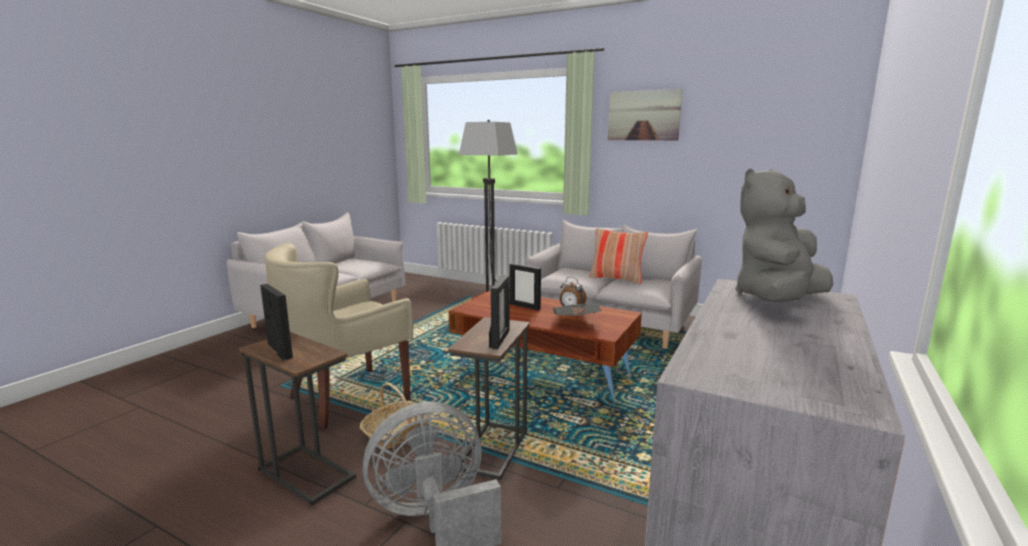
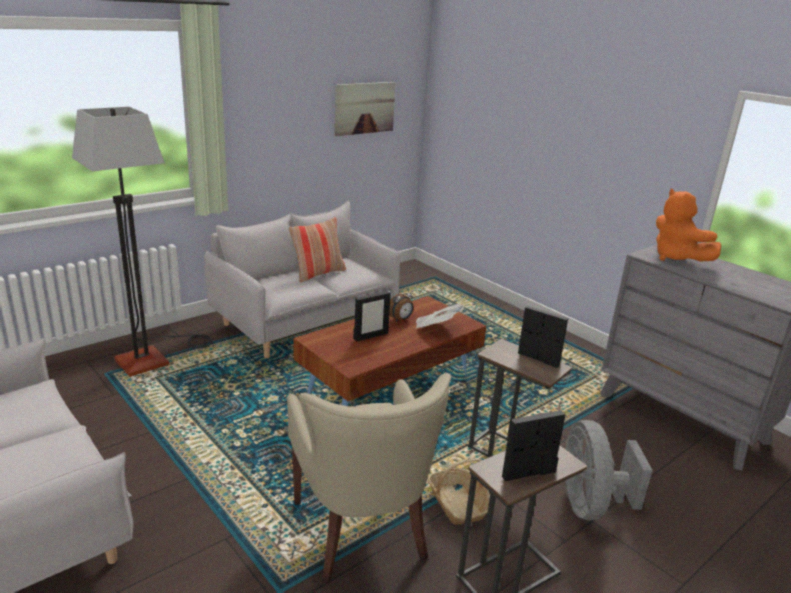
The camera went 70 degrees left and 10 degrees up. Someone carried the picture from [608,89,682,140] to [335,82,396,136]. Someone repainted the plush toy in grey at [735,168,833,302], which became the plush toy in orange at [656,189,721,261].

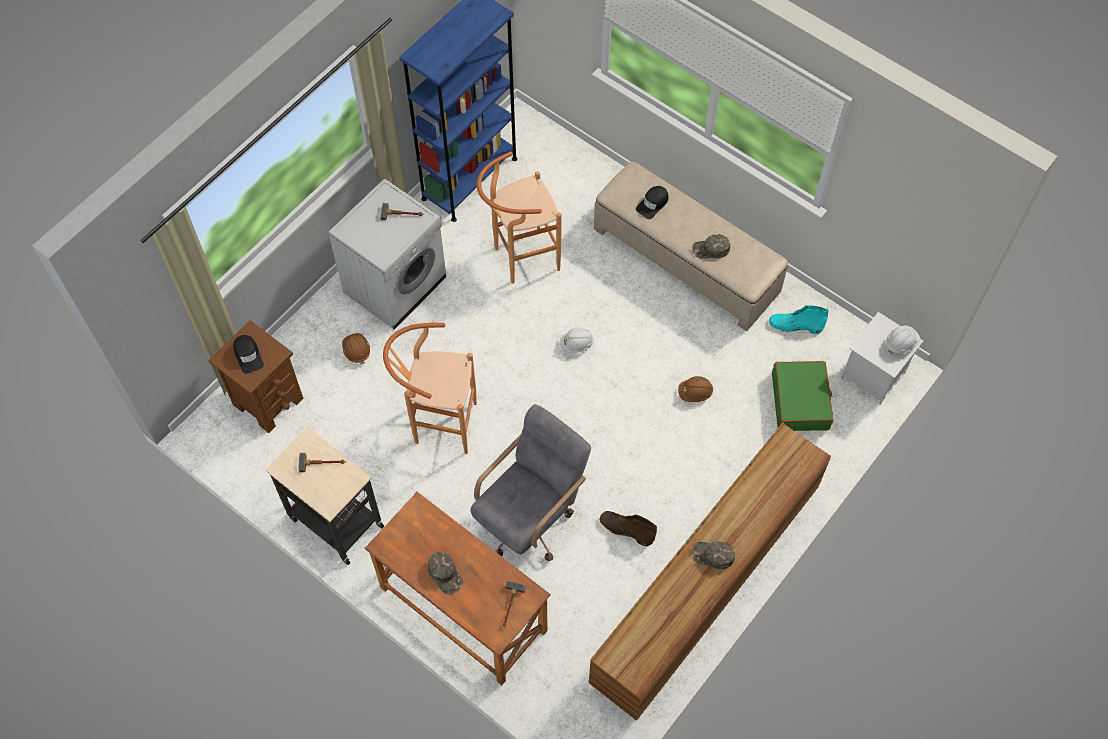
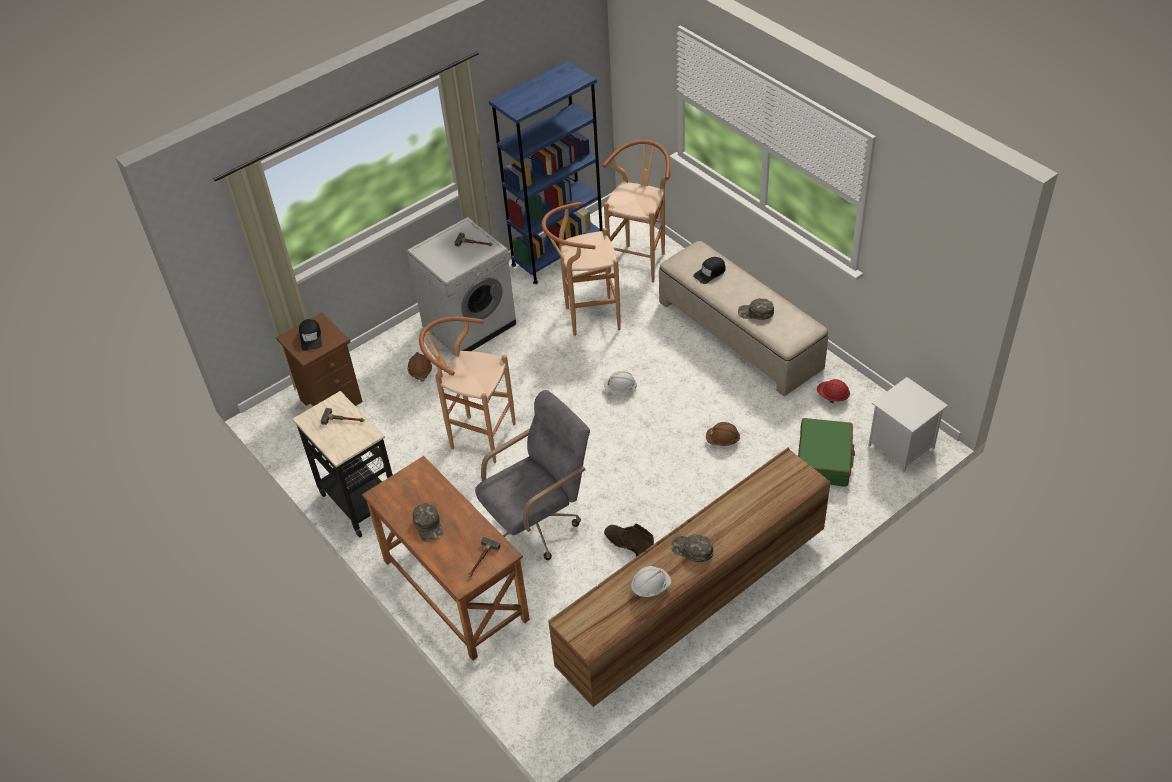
The camera went 15 degrees right and 15 degrees down. Someone put down the stool in brown at [602,140,670,282]. Someone carried the hard hat in white from [886,325,920,354] to [631,566,671,597]. Someone swapped the boot in turquoise at [769,305,829,334] for the hard hat in red at [817,379,850,403].

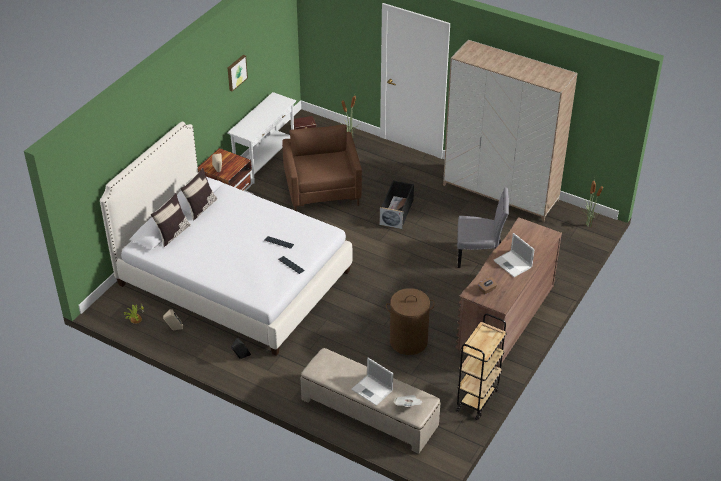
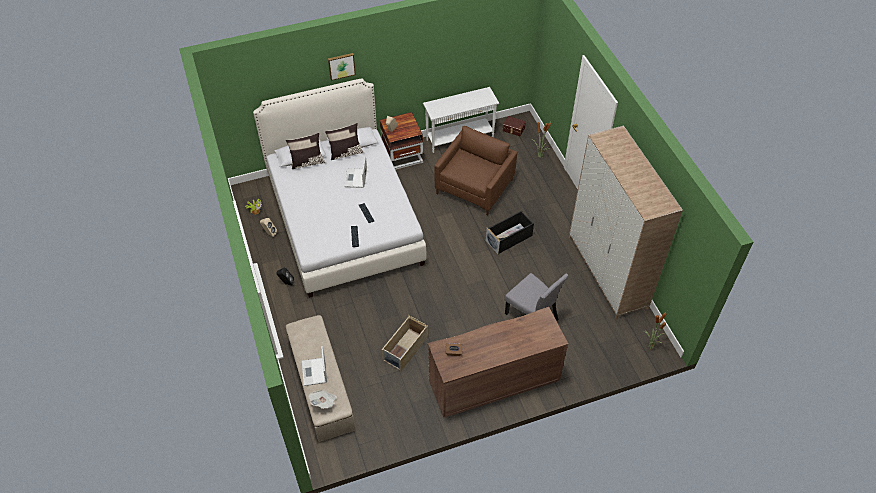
The camera went 40 degrees right and 10 degrees up. Someone carried the picture from [228,55,248,91] to [328,53,356,81]. Someone carried the laptop from [493,233,535,277] to [344,156,367,188]. Someone swapped the laundry basket in brown at [386,288,435,355] for the storage box in beige at [382,315,429,371]. Someone took away the cart in brown at [456,314,506,420].

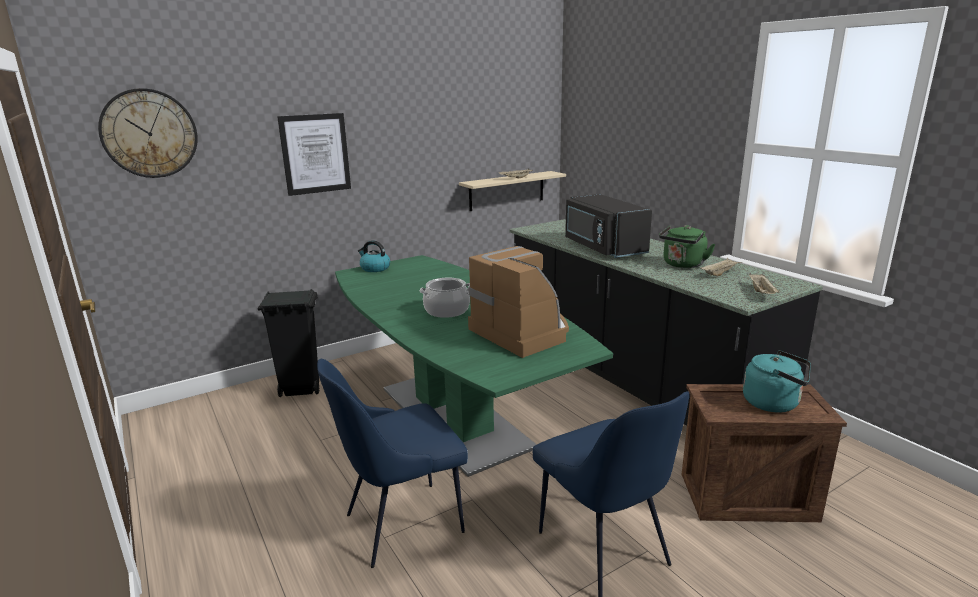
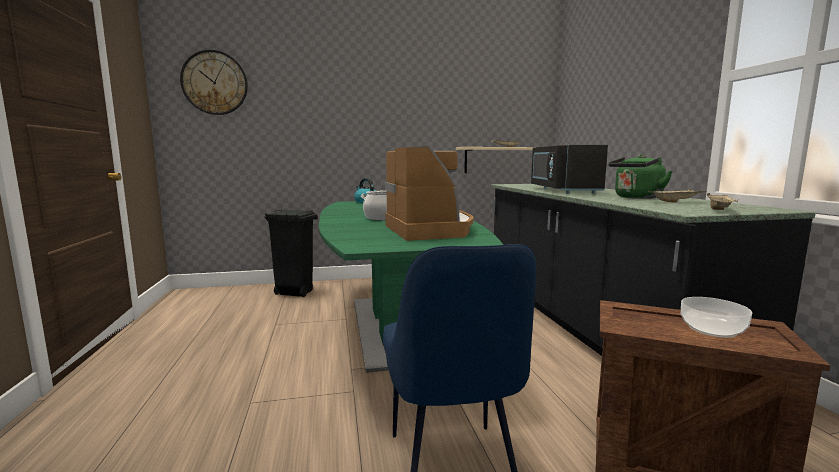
The camera went 20 degrees right and 10 degrees down. Someone swapped the kettle in turquoise at [743,350,811,413] for the bowl at [681,297,752,338]. Someone took away the picture at [277,113,351,196]. Someone took away the chair in blue at [317,359,468,568].

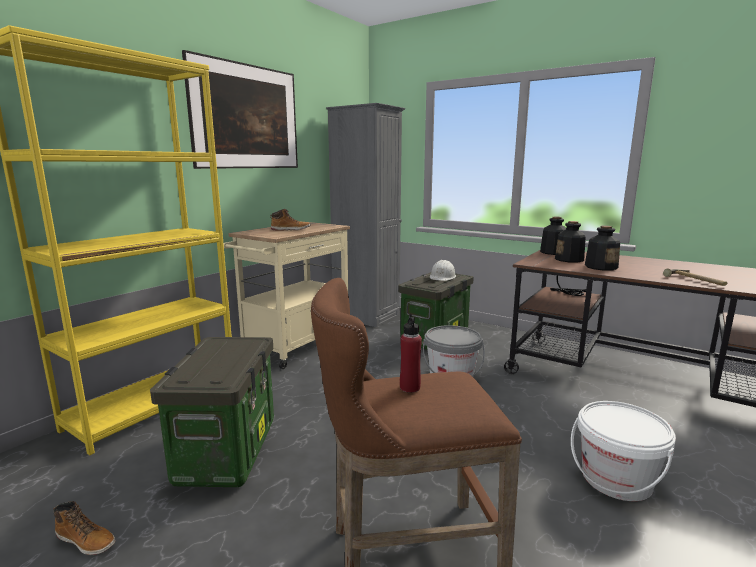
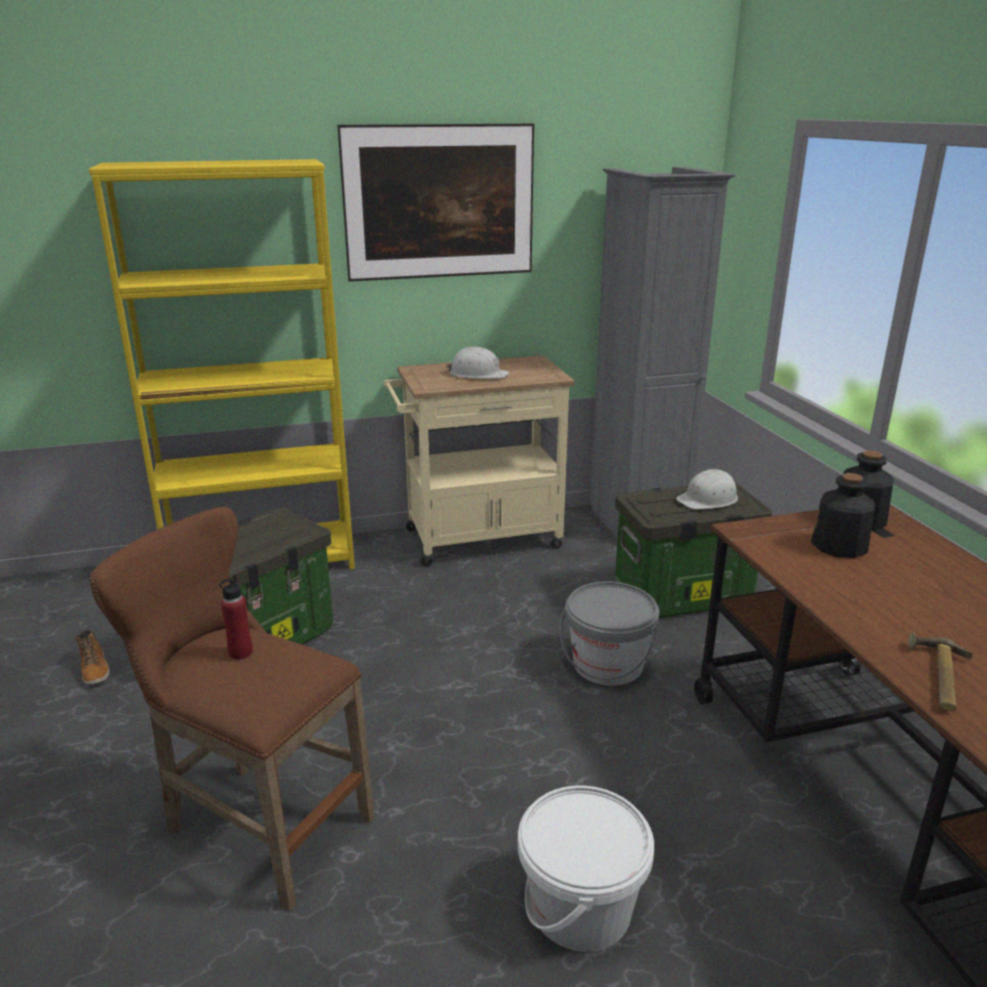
The camera went 40 degrees right and 10 degrees up. Someone swapped the boot at [270,209,311,231] for the hard hat in white at [446,347,509,379]. Someone took away the bottle at [585,226,620,271].

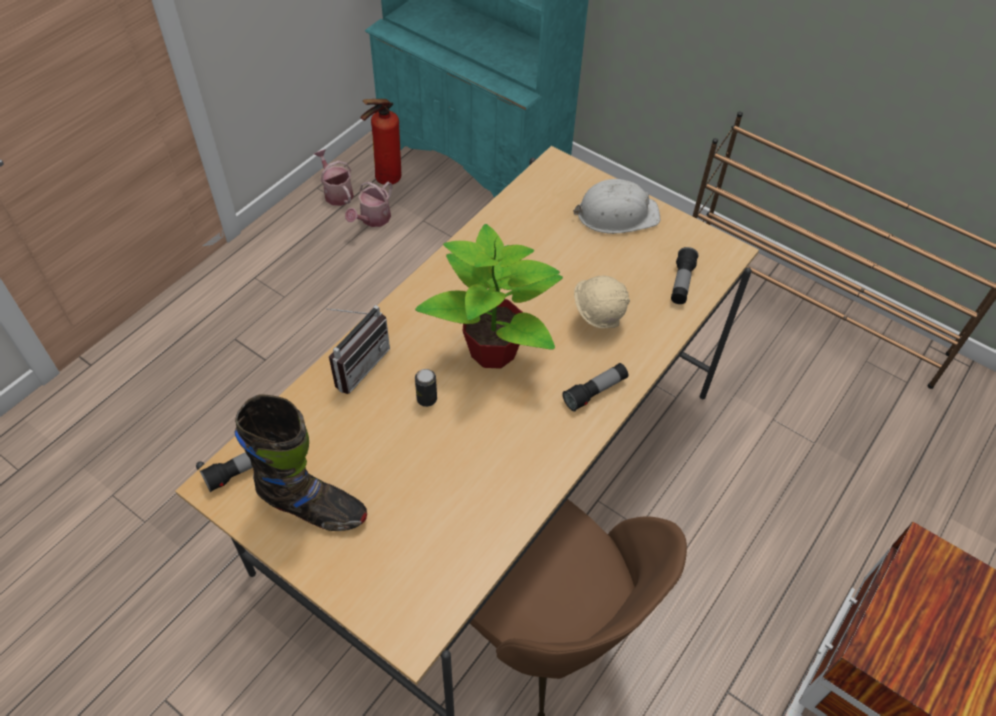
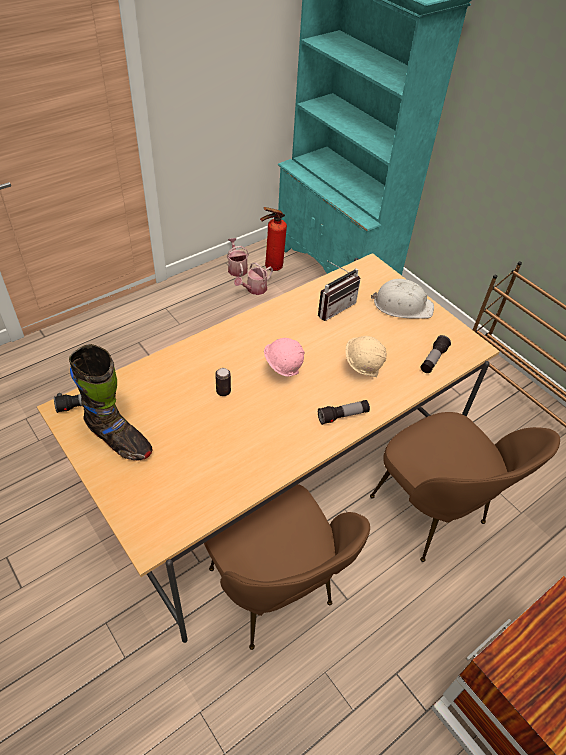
The camera went 15 degrees right and 5 degrees down. Someone swapped the potted plant at [415,224,563,369] for the hard hat in pink at [264,338,305,377]. Someone carried the radio from [326,305,390,394] to [318,261,360,321]. Someone put down the chair in brown at [370,412,560,562].

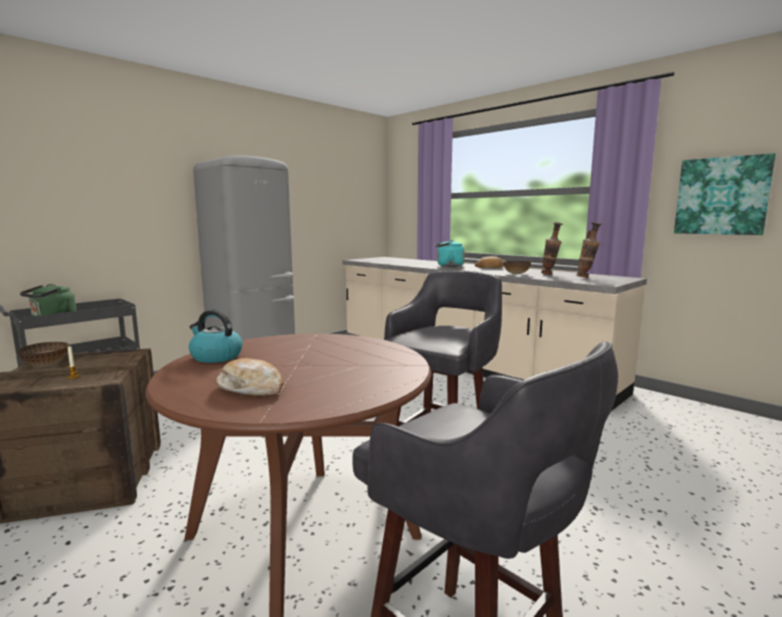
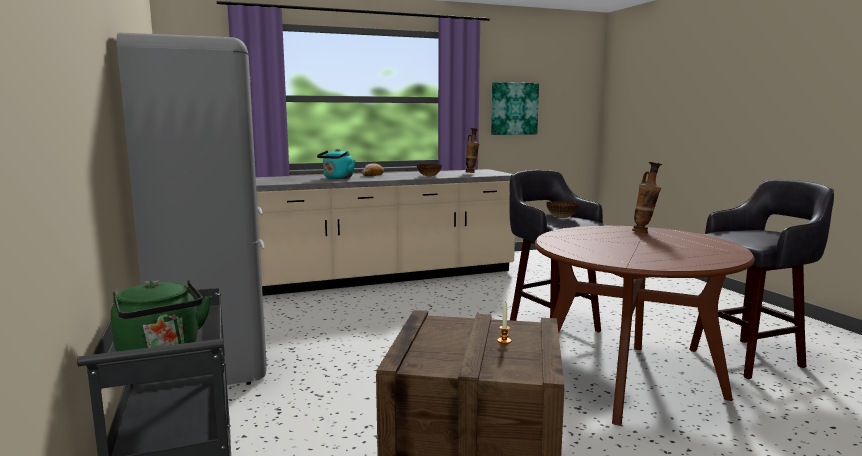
The camera went 65 degrees left and 0 degrees up. Someone carried the bowl from [17,342,69,367] to [546,201,580,218]. Someone carried the vase from [541,222,563,275] to [632,162,662,233]. Someone took away the kettle at [189,310,243,363]. Someone took away the bread at [216,358,284,396].

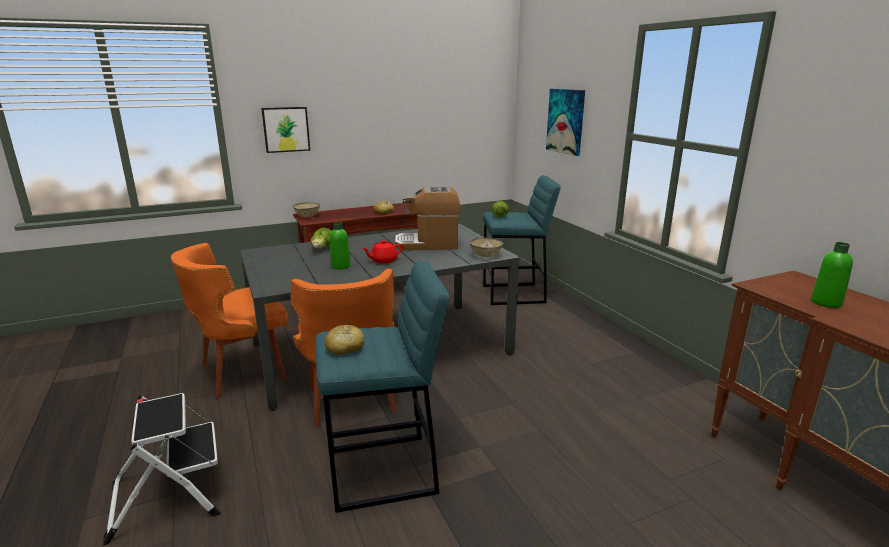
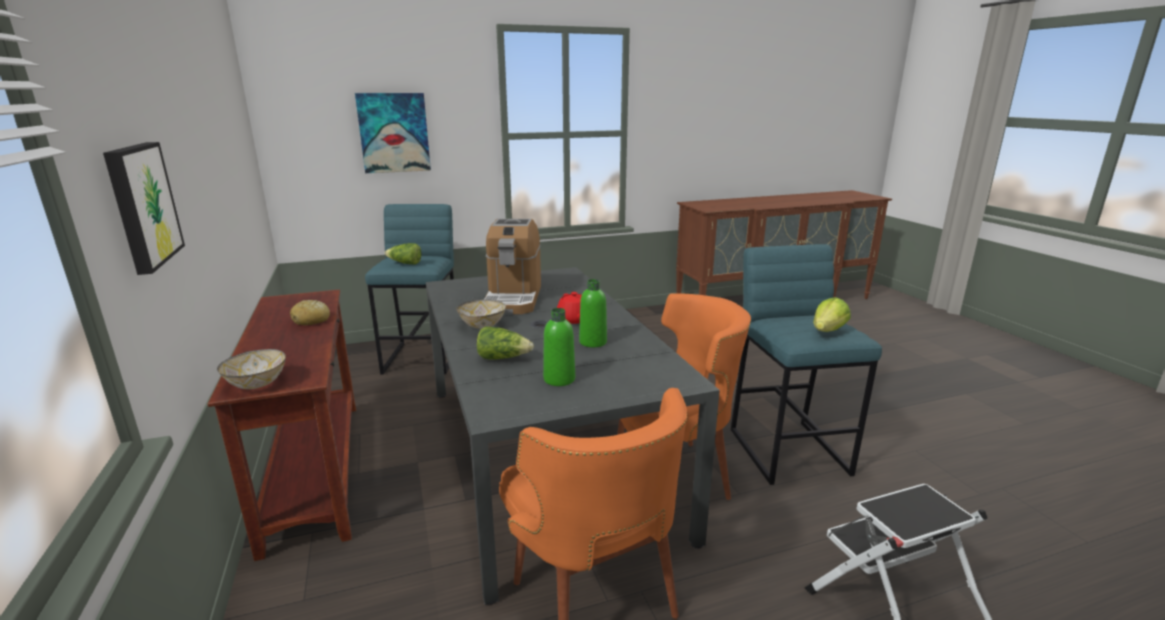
The camera went 85 degrees left and 0 degrees up. Someone carried the bowl from [470,237,503,257] to [456,299,506,329]. Someone carried the bottle in green from [811,242,853,308] to [543,308,575,386]. Someone swapped the bread at [325,325,364,355] for the lettuce at [813,297,851,332].

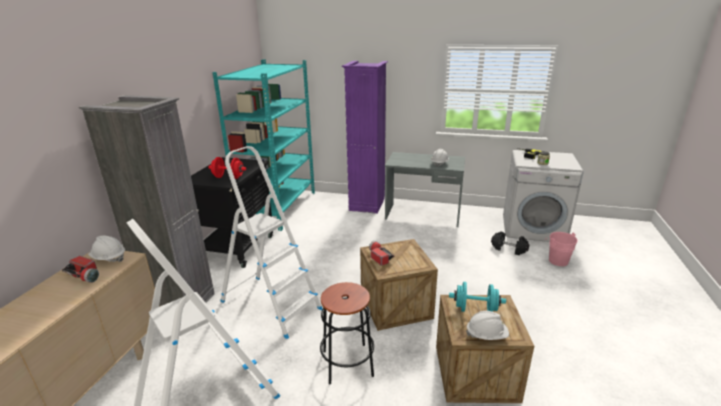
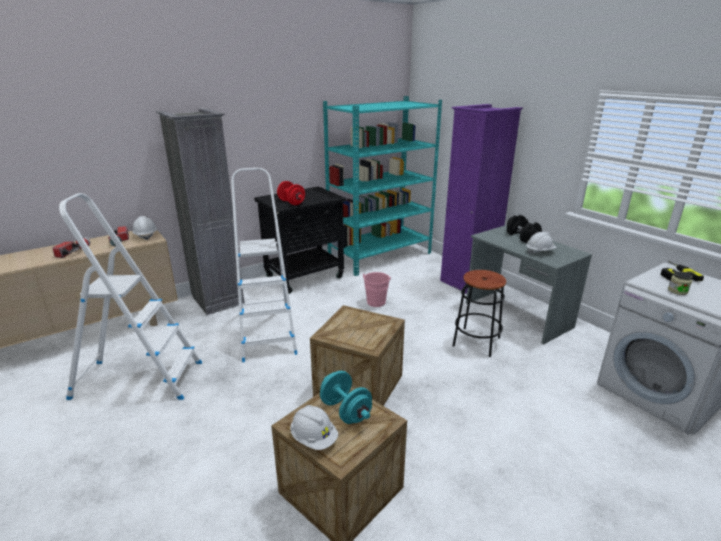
The camera went 40 degrees right and 0 degrees up. Someone carried the flashlight from [369,241,394,266] to [52,237,90,258]. Someone carried the bucket in pink from [545,232,578,266] to [363,272,391,307]. Someone carried the stool in black from [320,282,374,384] to [453,270,506,357]. Someone carried the dumbbell in black from [491,231,529,255] to [507,215,542,243].

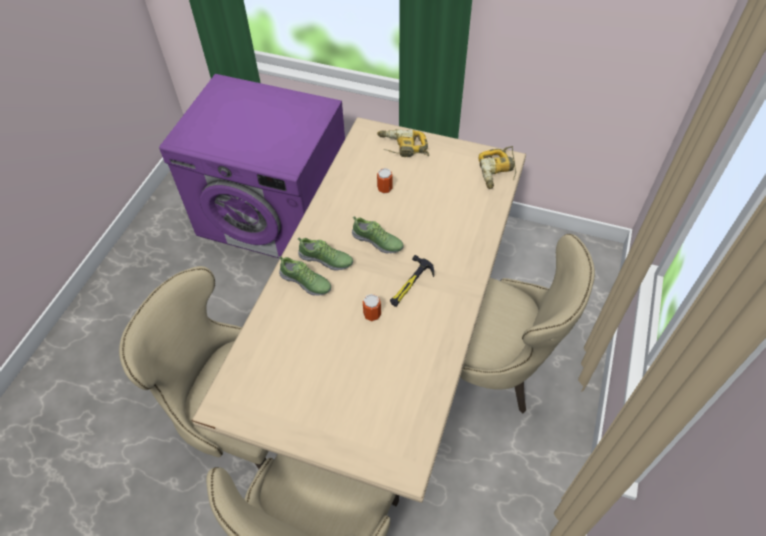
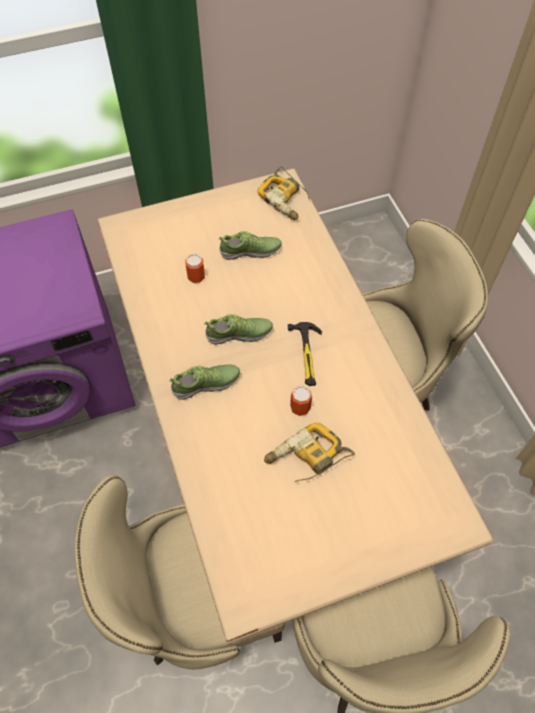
The camera went 40 degrees left and 5 degrees up. Someone carried the shoe from [279,256,331,296] to [219,231,282,260]. Someone carried the power drill from [377,129,429,157] to [264,423,355,482].

